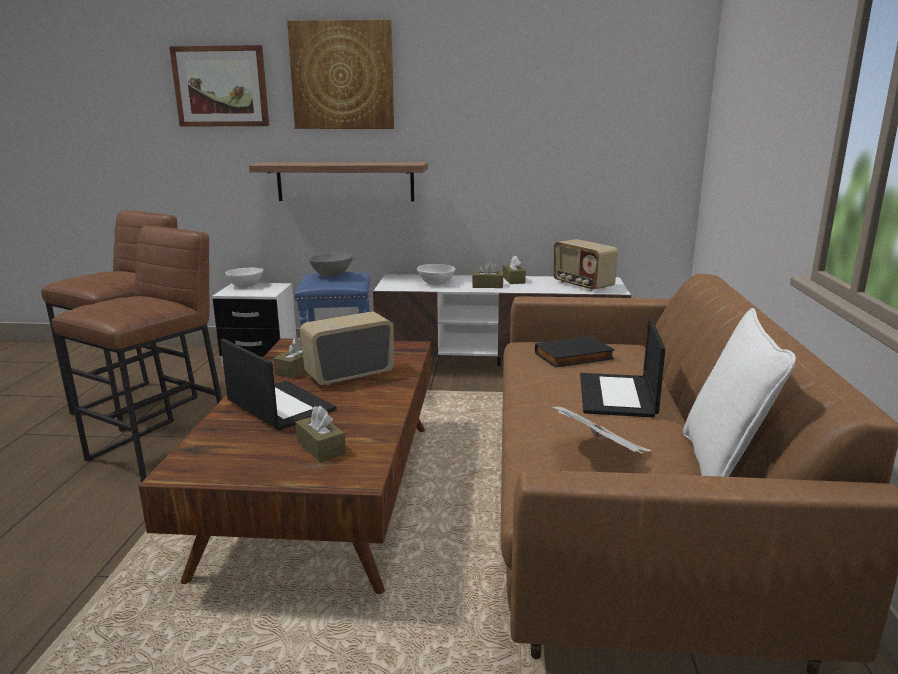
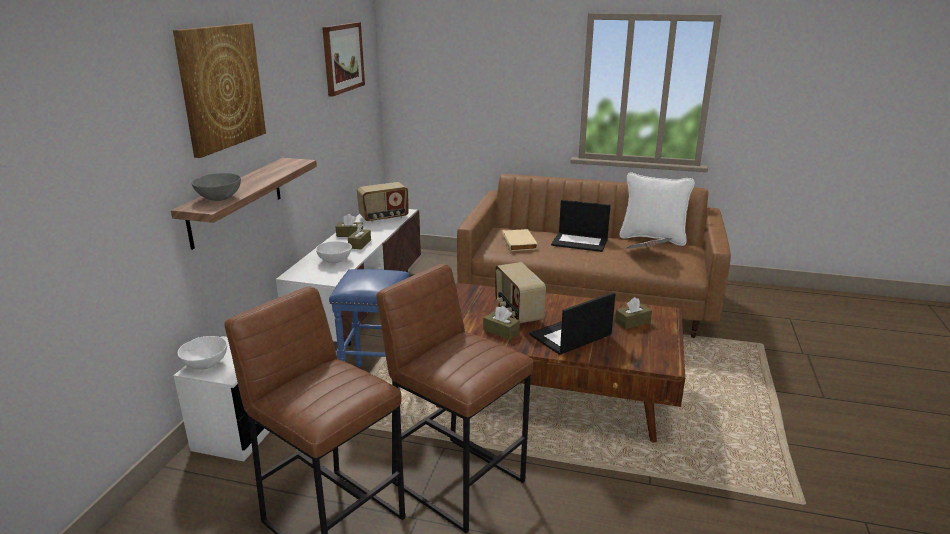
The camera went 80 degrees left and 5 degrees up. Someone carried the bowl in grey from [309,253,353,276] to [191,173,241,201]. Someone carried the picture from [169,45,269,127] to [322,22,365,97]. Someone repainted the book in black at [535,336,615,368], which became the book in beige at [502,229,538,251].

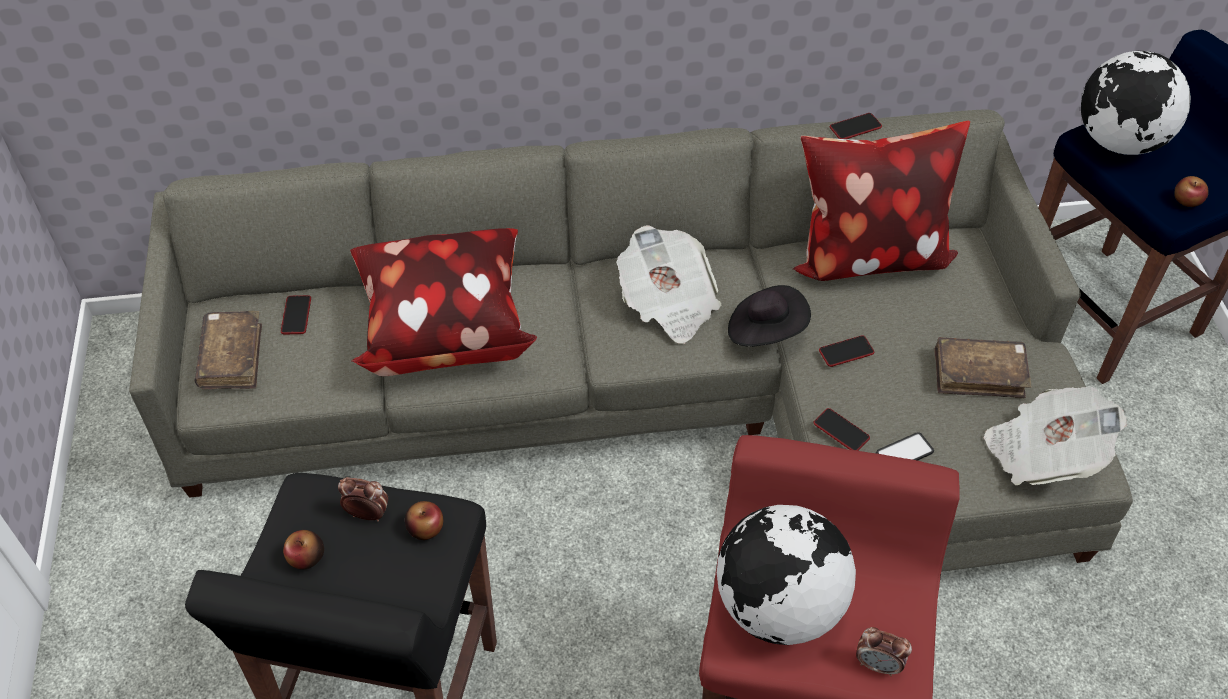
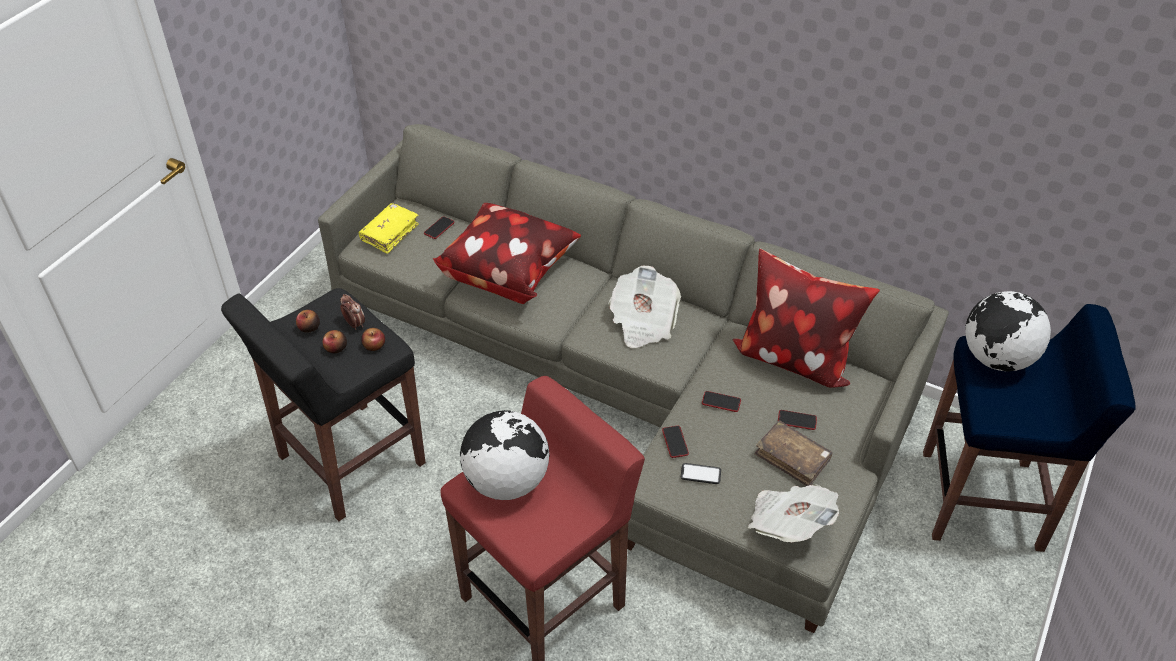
The camera went 35 degrees right and 5 degrees down. Someone carried the apple from [1174,176,1209,207] to [322,330,347,353]. Someone repainted the book in brown at [194,311,262,389], which became the book in yellow at [359,203,419,254]. Someone carried the phone from [830,113,882,139] to [778,410,817,430]. Someone took away the hat in black at [728,285,811,347]. Someone took away the alarm clock at [856,627,912,676].

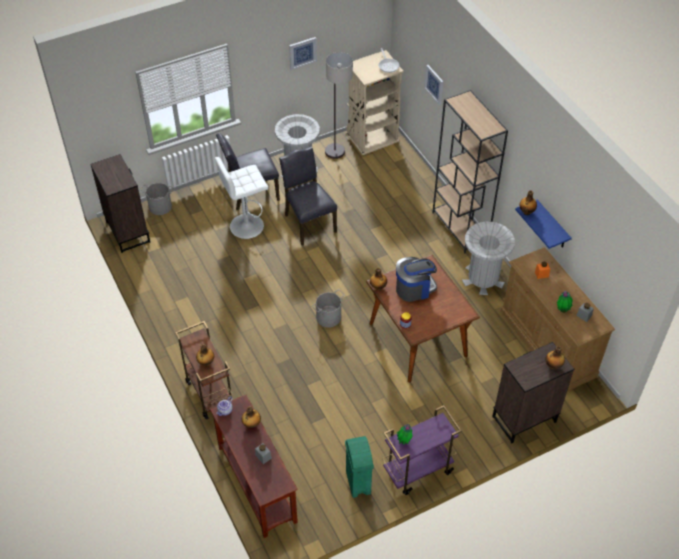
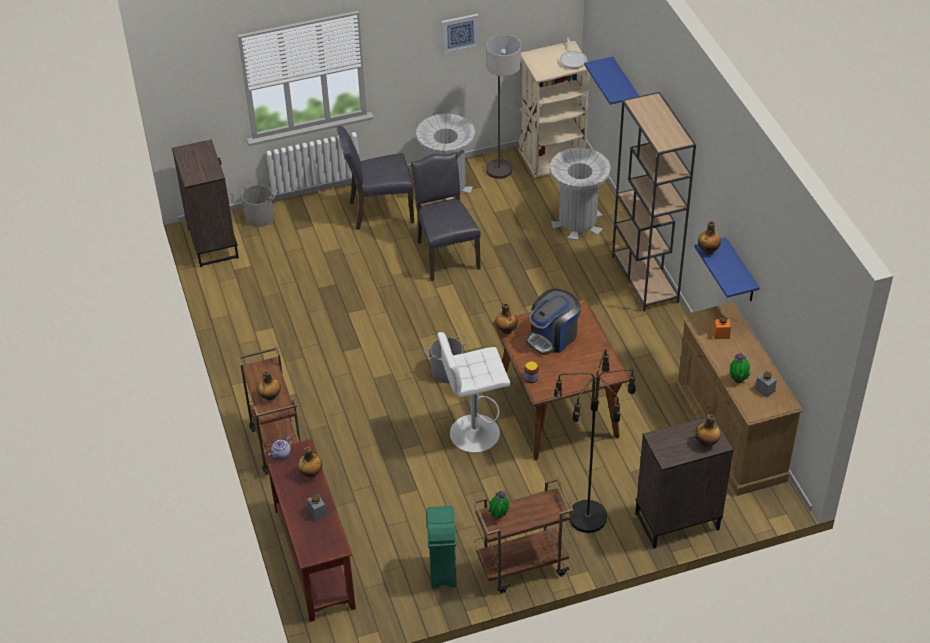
The camera went 10 degrees right and 5 degrees down. Someone carried the stool in white from [215,157,268,239] to [437,332,510,452]. Someone repainted the cart in purple at [382,405,462,495], which became the cart in brown at [473,478,574,593]. Someone rotated the coffee machine at [396,257,437,302] by 150 degrees clockwise. Someone carried the trash can in grey from [462,221,515,295] to [550,147,611,240]. Someone put down the floor lamp at [554,349,636,533]. Someone swapped the picture at [424,65,443,105] for the shelf in blue at [584,57,639,105].

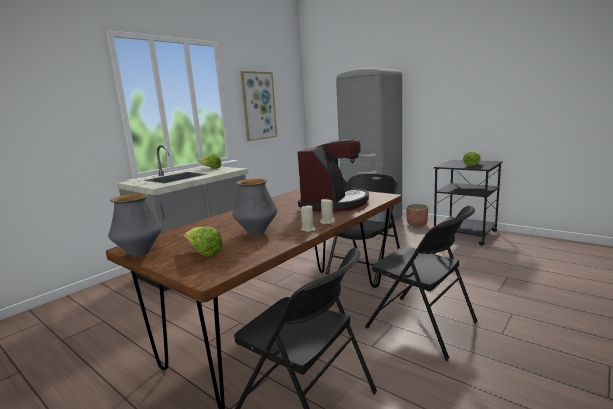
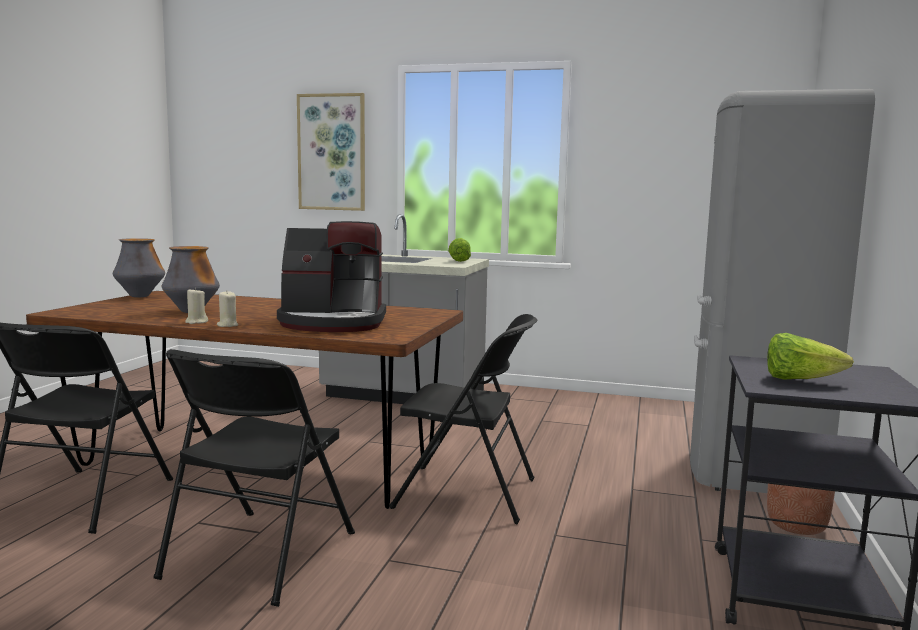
The camera went 65 degrees right and 5 degrees down. Someone carried the picture from [240,71,277,141] to [297,93,365,211]. Someone took away the lettuce at [184,227,223,257].

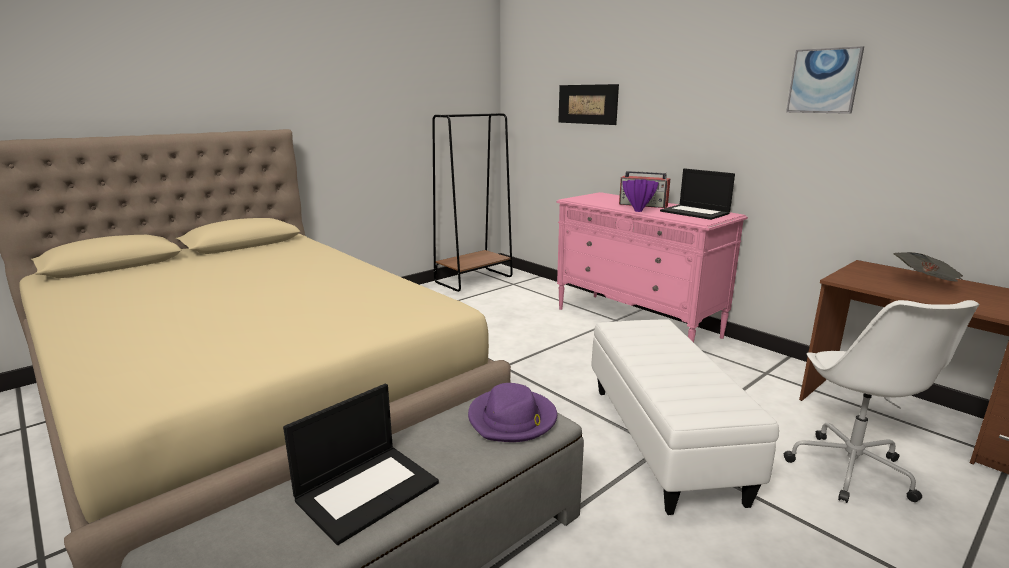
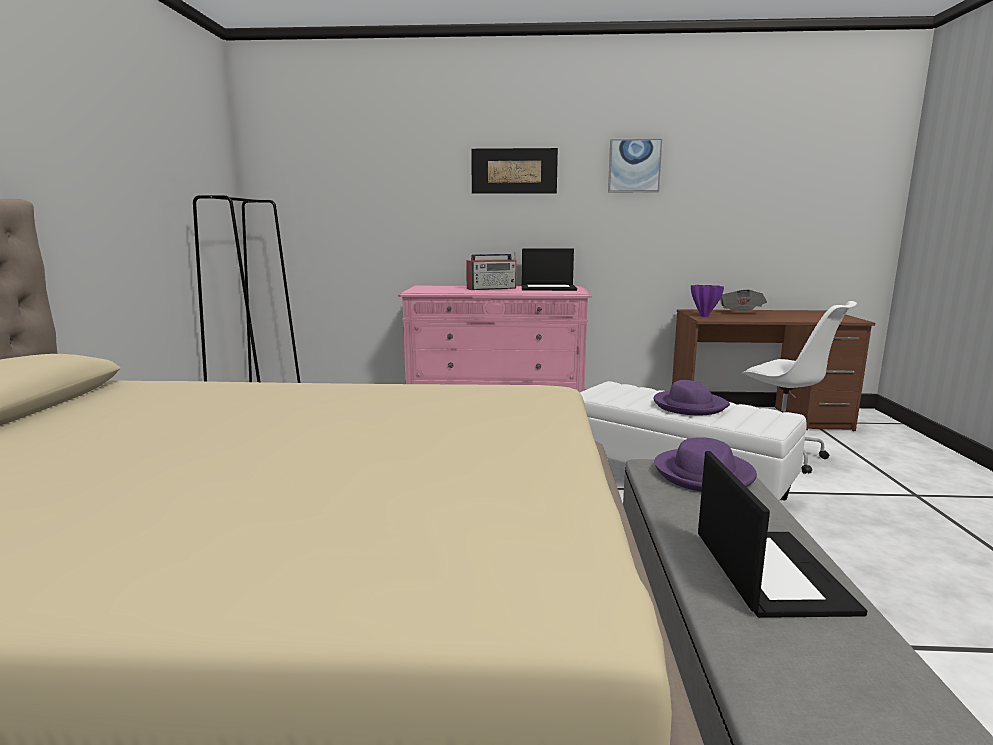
The camera went 45 degrees left and 5 degrees down. Someone carried the picture from [558,84,619,125] to [471,148,558,194]. Someone put down the hat in purple at [654,380,730,415]. Someone carried the vase in purple from [622,179,659,212] to [691,285,724,317].

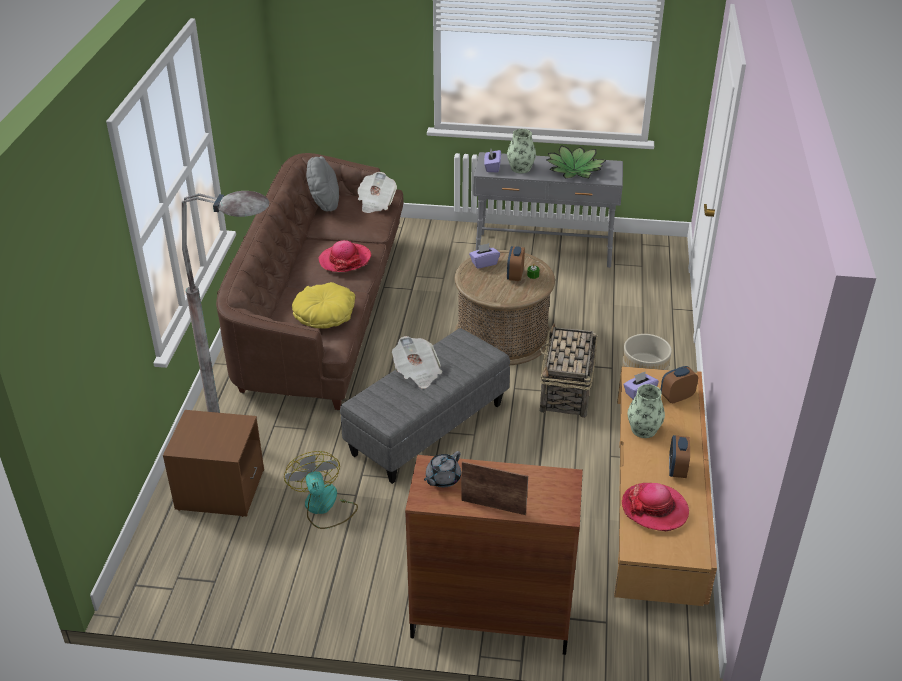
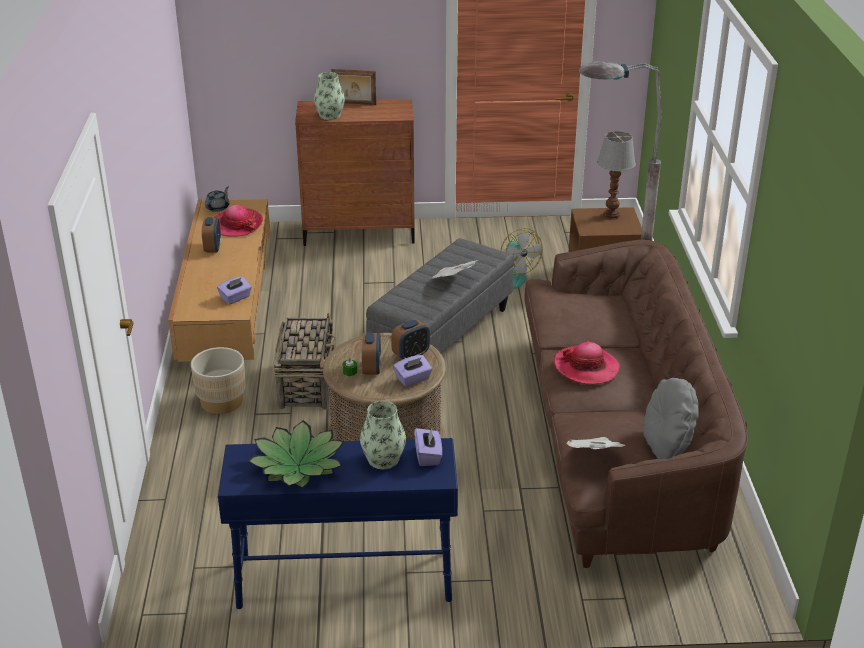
The camera went 170 degrees right and 5 degrees down. Someone carried the teapot in grey from [424,451,461,488] to [205,187,229,212]. Someone repainted the console table in grey at [473,152,623,268], which became the console table in blue at [218,438,458,609]. Someone carried the vase from [628,384,665,438] to [314,72,345,120]. Someone carried the alarm clock from [660,366,698,403] to [391,319,430,360]. Someone put down the table lamp at [597,131,636,220]. Someone took away the pillow in yellow at [292,282,355,328].

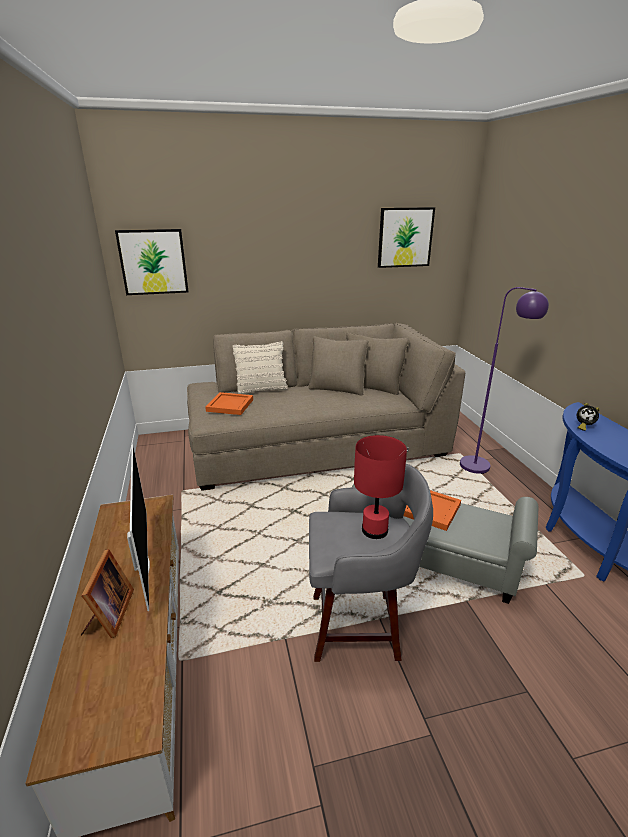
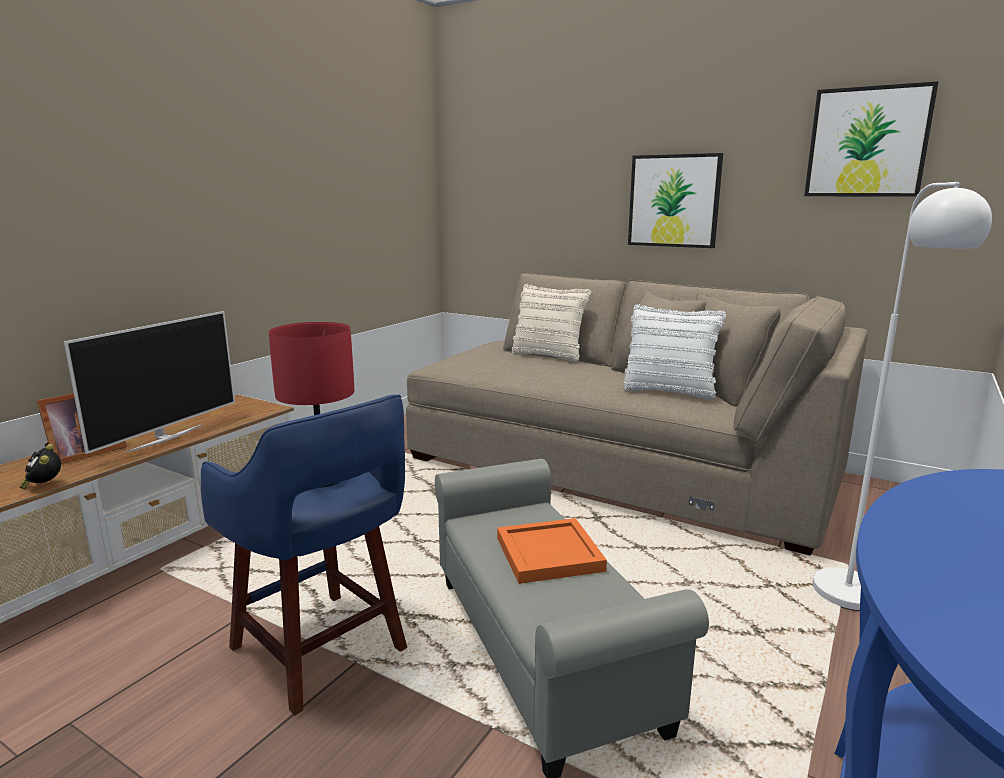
The camera went 45 degrees right and 10 degrees down. Someone carried the alarm clock from [577,403,600,431] to [20,444,61,489]. Someone repainted the stool in grey at [309,464,433,662], which became the stool in blue at [201,394,407,715]. Someone put down the pillow in white at [623,304,726,400]. Someone carried the picture from [115,229,189,295] to [628,153,723,248]. Someone repainted the floor lamp in purple at [460,287,549,474], which became the floor lamp in white at [812,182,992,611]. Someone took away the tray in orange at [205,392,253,415].

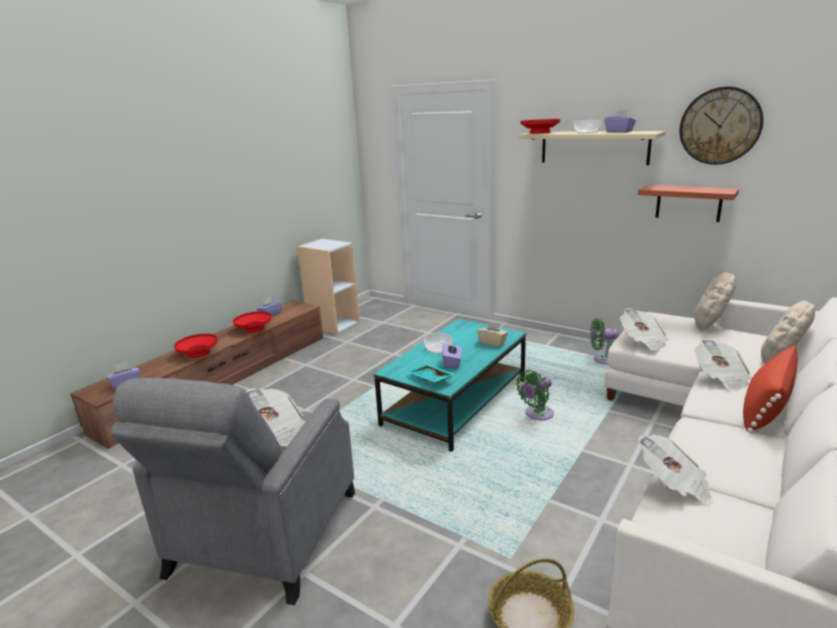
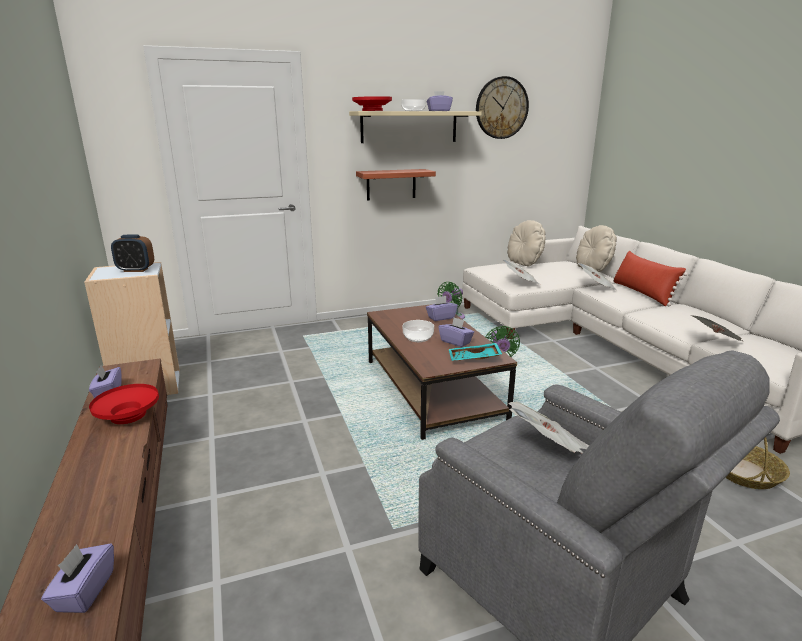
The camera went 55 degrees left and 0 degrees up. Someone put down the alarm clock at [111,234,154,272]. Someone carried the shelf from [638,185,739,222] to [356,169,436,201]. Someone repainted the coffee table in turquoise at [374,319,526,452], which became the coffee table in brown at [367,304,517,440]. Someone repainted the tissue box in beige at [477,322,508,347], which became the tissue box in purple at [426,296,458,321]. Someone took away the bowl in red at [174,334,218,358].

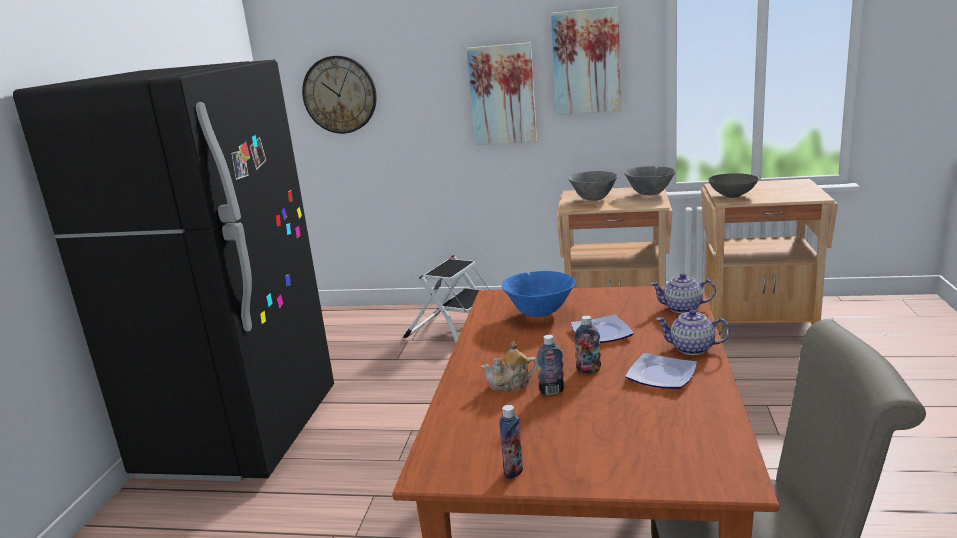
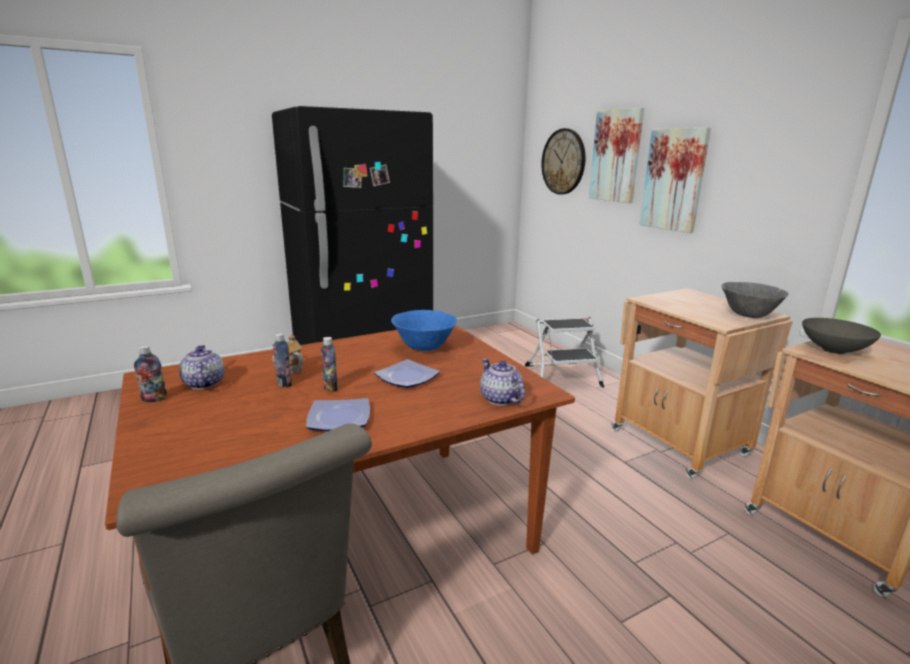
The camera went 50 degrees right and 0 degrees up. Someone carried the teapot from [656,310,730,355] to [179,345,225,389]. Someone carried the picture from [551,7,621,115] to [589,107,644,203]. Someone took away the bowl in grey at [568,171,618,201].

